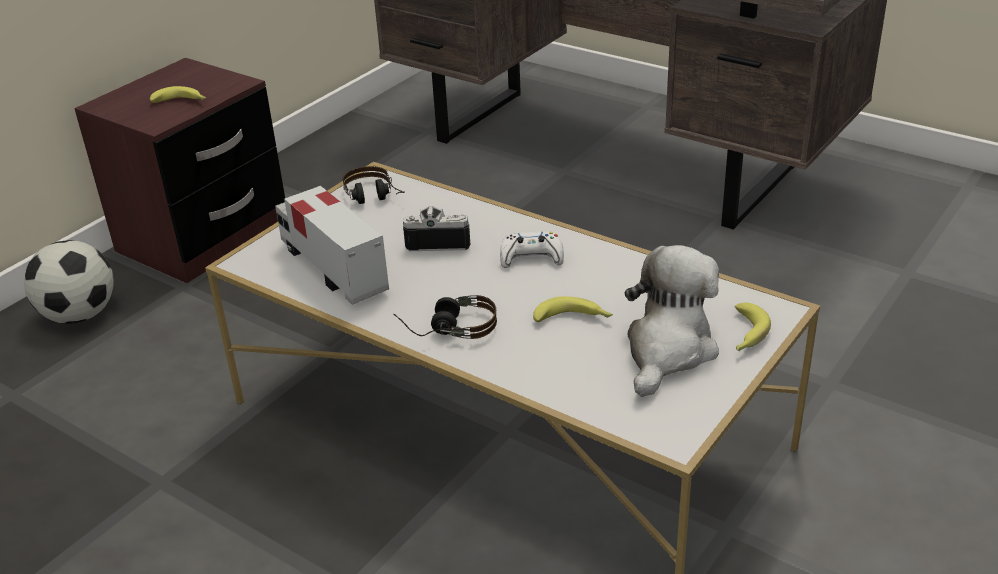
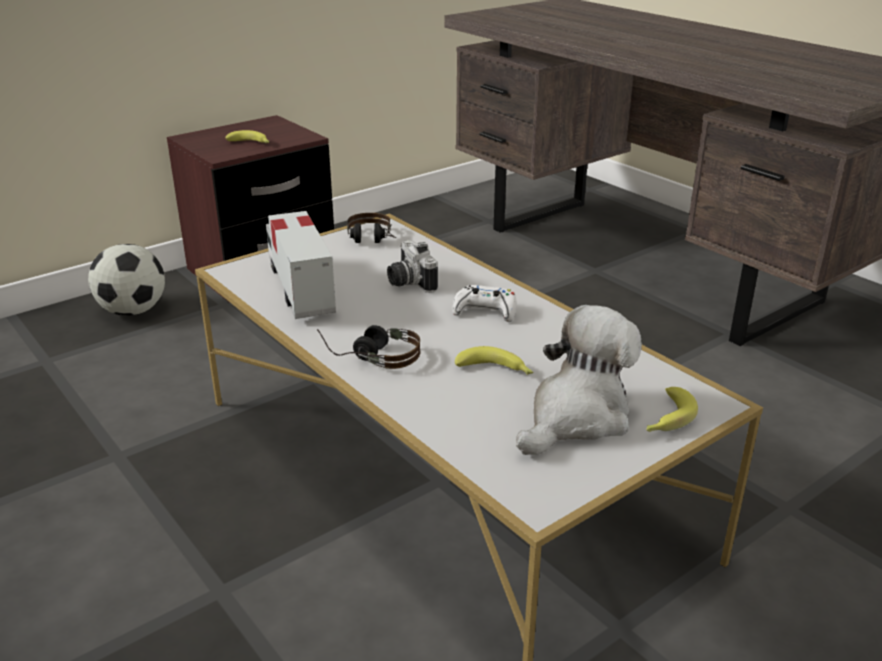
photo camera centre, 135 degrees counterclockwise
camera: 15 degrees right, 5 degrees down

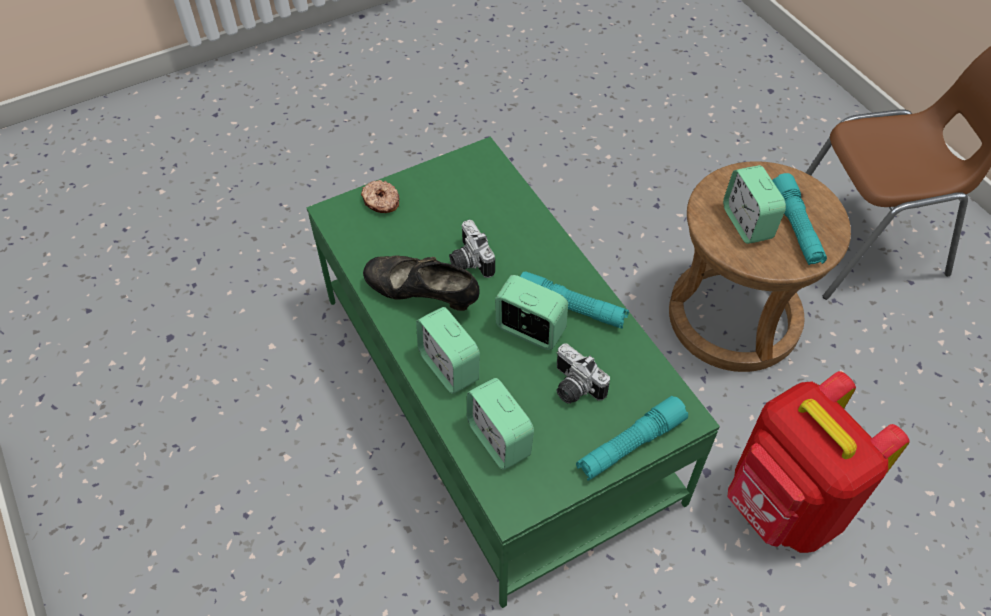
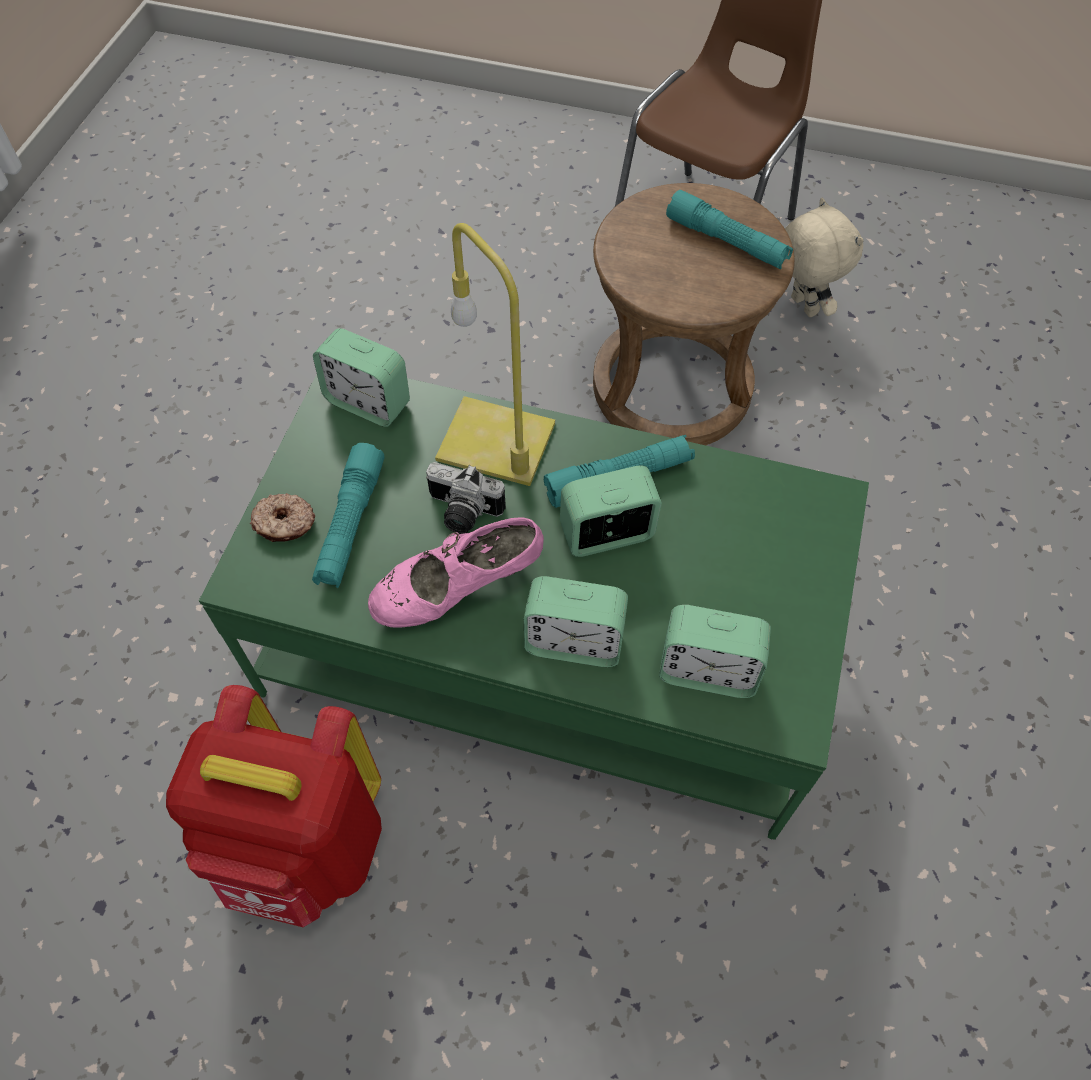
alarm clock (4th from left in the first image) top right → alarm clock (1st from left) middle left, moved
black shoe centre → pink shoe centre
photo camera (2nd from left) centre → -
red backpack bottom right → red backpack bottom left, moved
turquoise flashlight (2nd from left in the first image) bottom centre → turquoise flashlight (1st from left) middle left, moved
- → beige plush toy top right
- → yellow table lamp top centre
camera: 45 degrees left, 5 degrees up

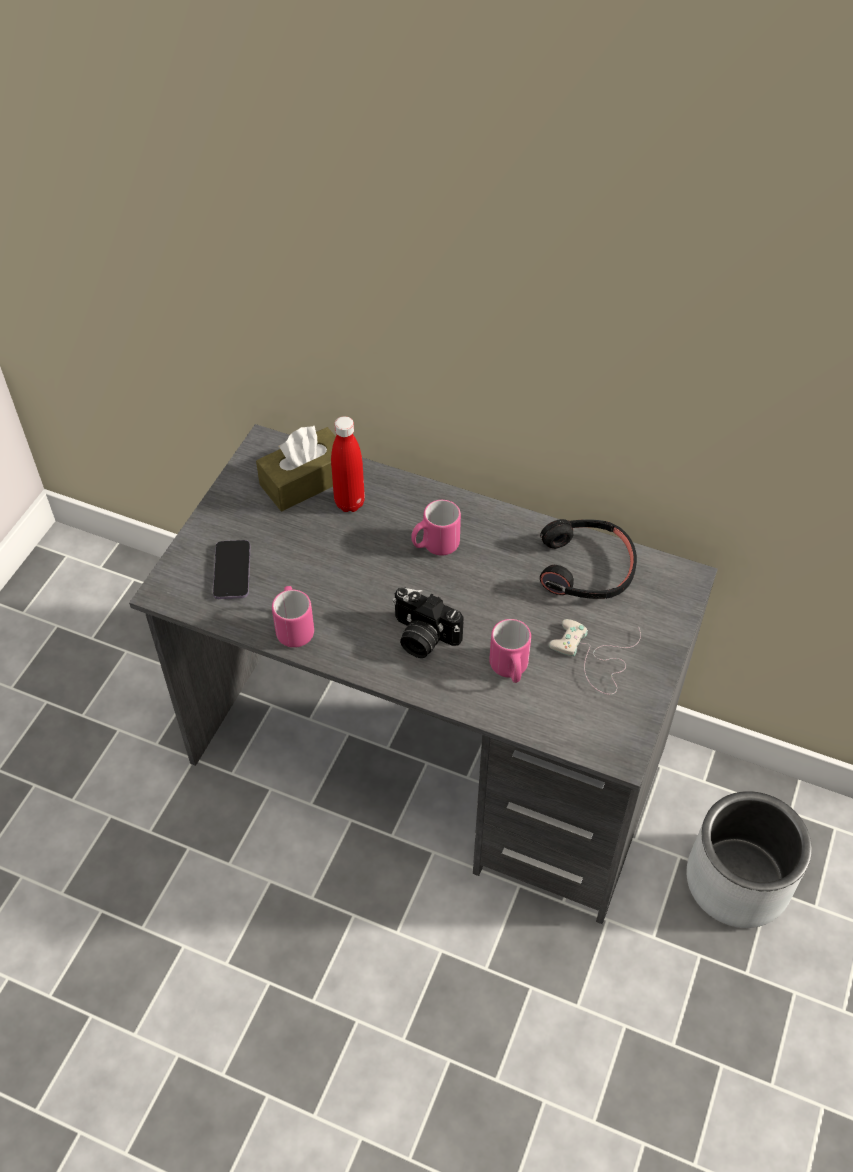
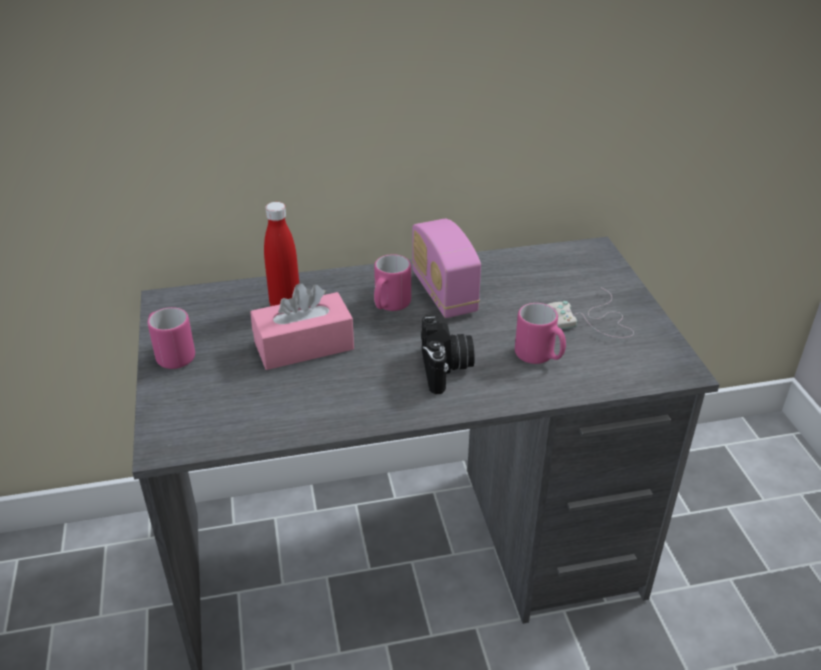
brown tissue box centre → -
black headphones middle right → -
phone middle left → -
pink mug (1st from left) centre → pink mug (1st from left) middle left, moved
photo camera centre, 90 degrees counterclockwise
grey planter bottom right → -
- → radio centre
- → pink tissue box centre
camera: 35 degrees left, 15 degrees down

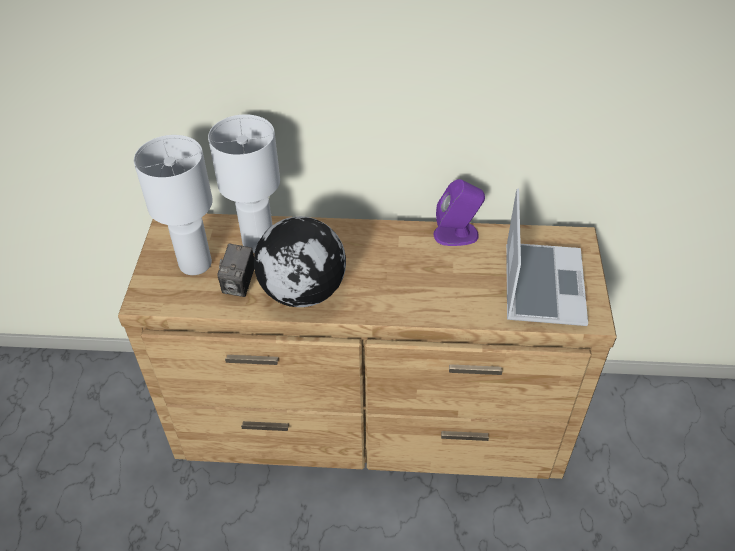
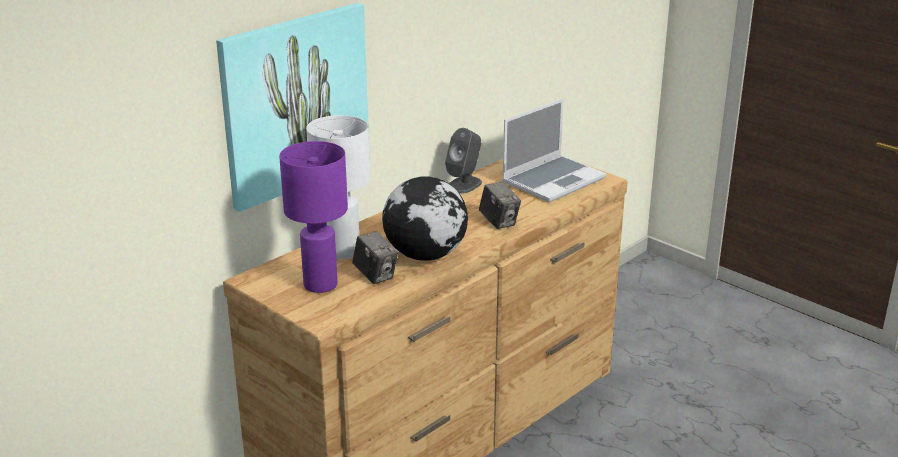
white table lamp (1st from left) middle left → purple table lamp centre
purple speaker centre → grey speaker centre
laptop middle right → laptop top centre, 90 degrees clockwise
- → picture top left
- → photo camera (2nd from left) centre
camera: 50 degrees left, 20 degrees down

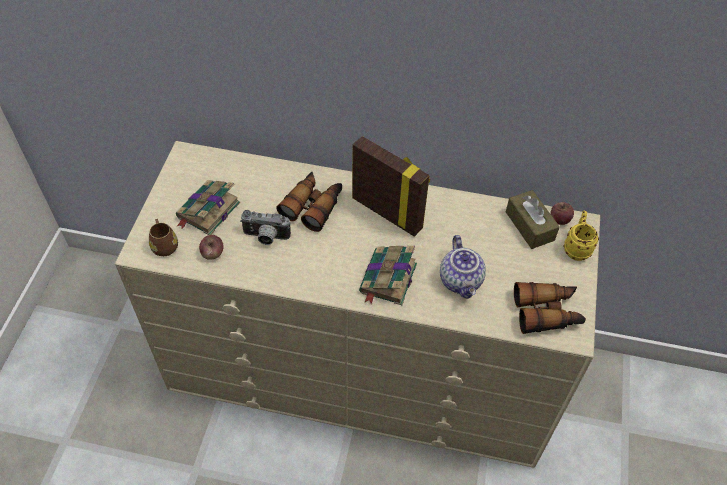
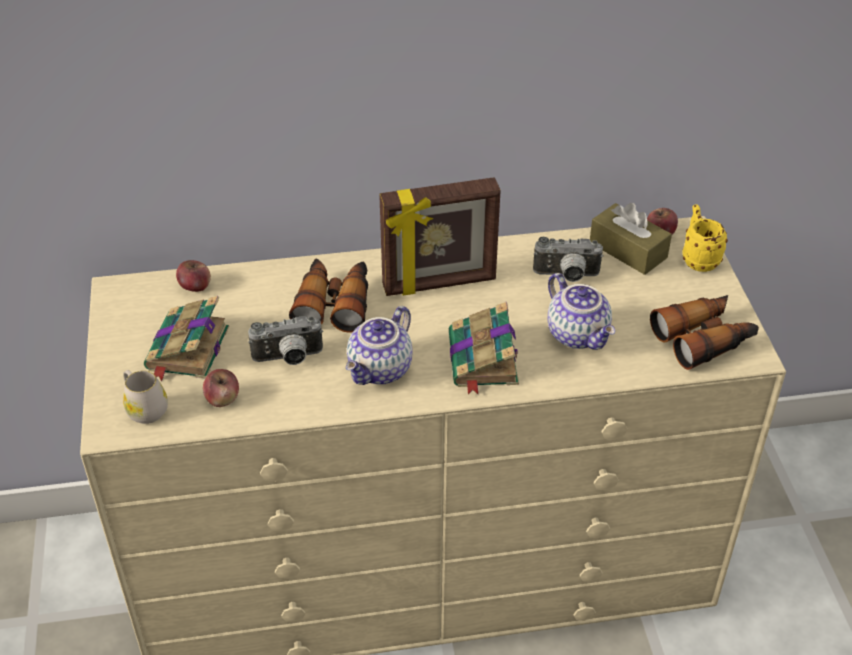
picture frame centre, 150 degrees clockwise
brown mug middle left → white mug middle left
- → photo camera (2nd from left) middle right
- → apple (1st from left) middle left
- → teapot (1st from left) centre
camera: 20 degrees left, 10 degrees down

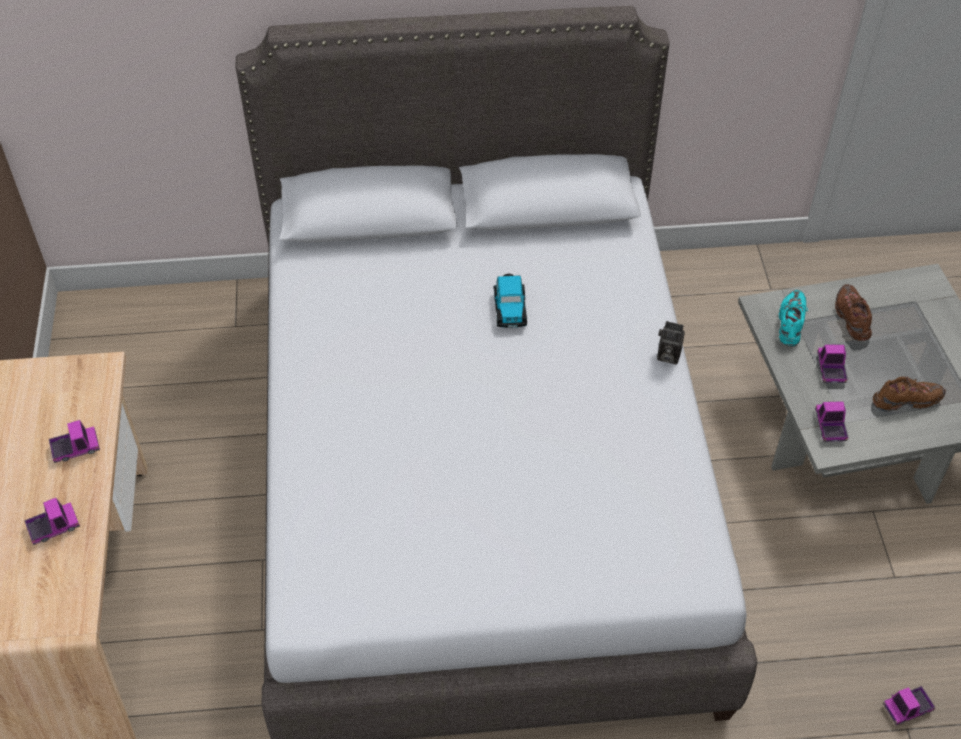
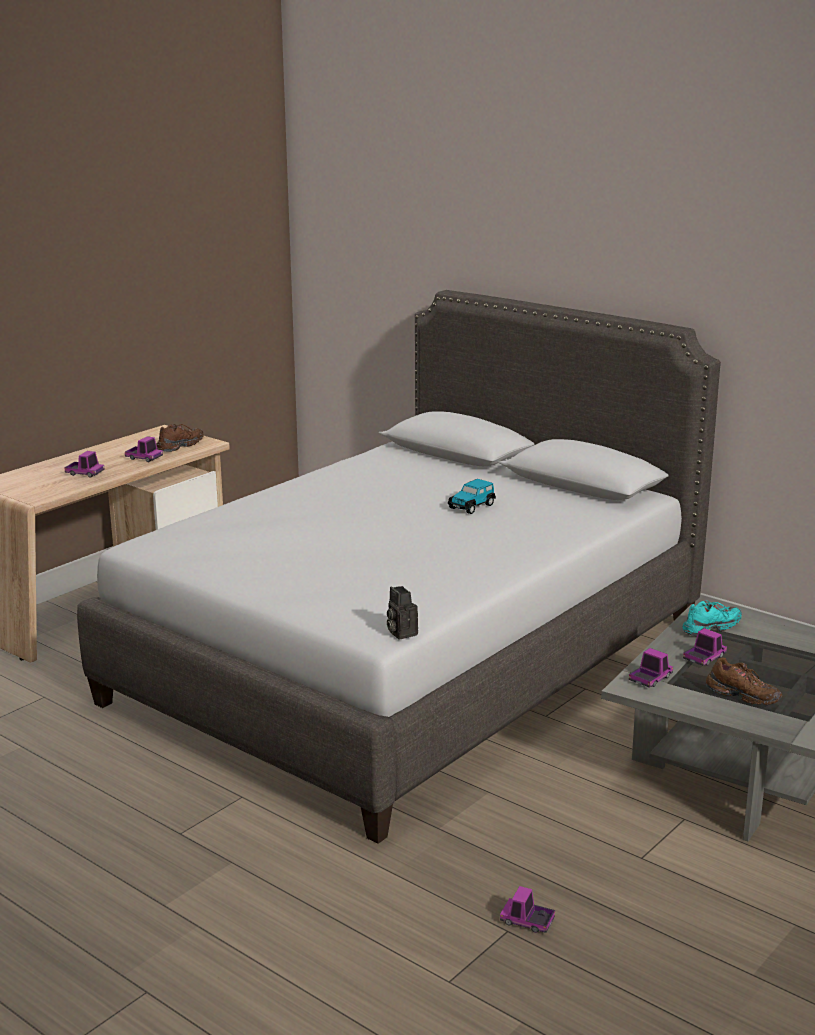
brown shoe (1st from left) middle right → brown shoe (1st from left) middle left, moved
photo camera middle right → photo camera centre, moved
camera: 45 degrees right, 30 degrees down

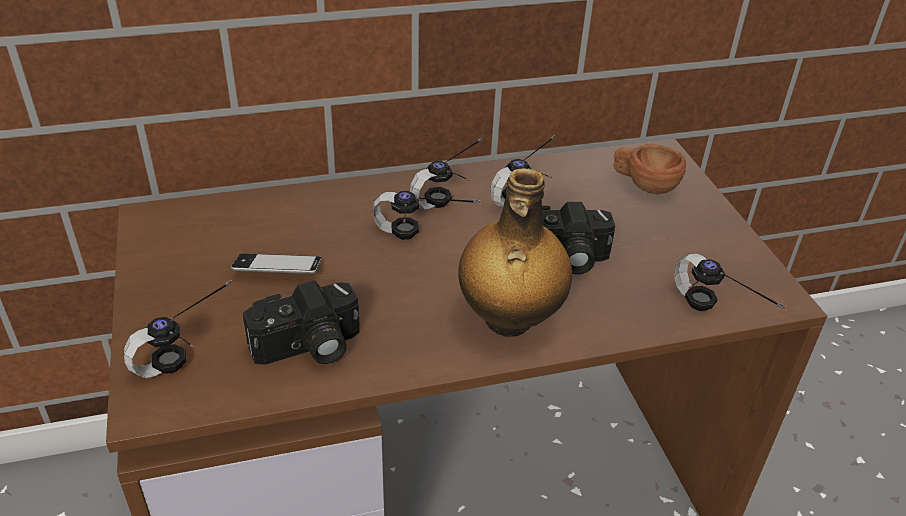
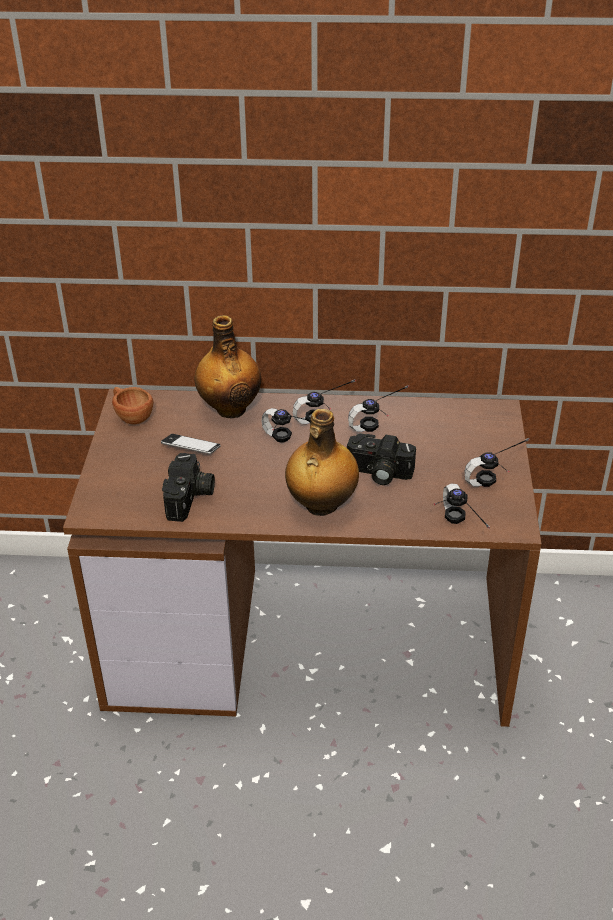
brown cup top right → brown cup middle left, moved
headphones (1st from left in the first image) middle left → headphones (5th from left) middle right, moved
photo camera (1st from left) middle left, 75 degrees counterclockwise
- → bottle (1st from left) centre
camera: 20 degrees right, 0 degrees up

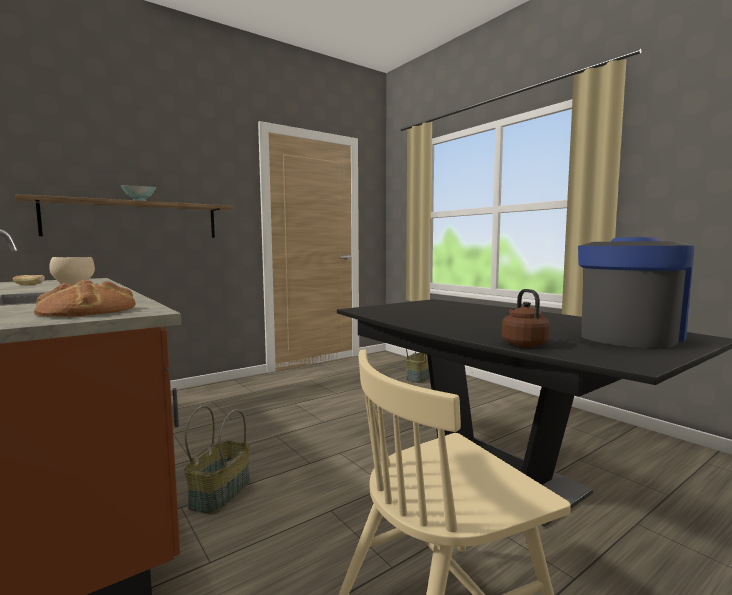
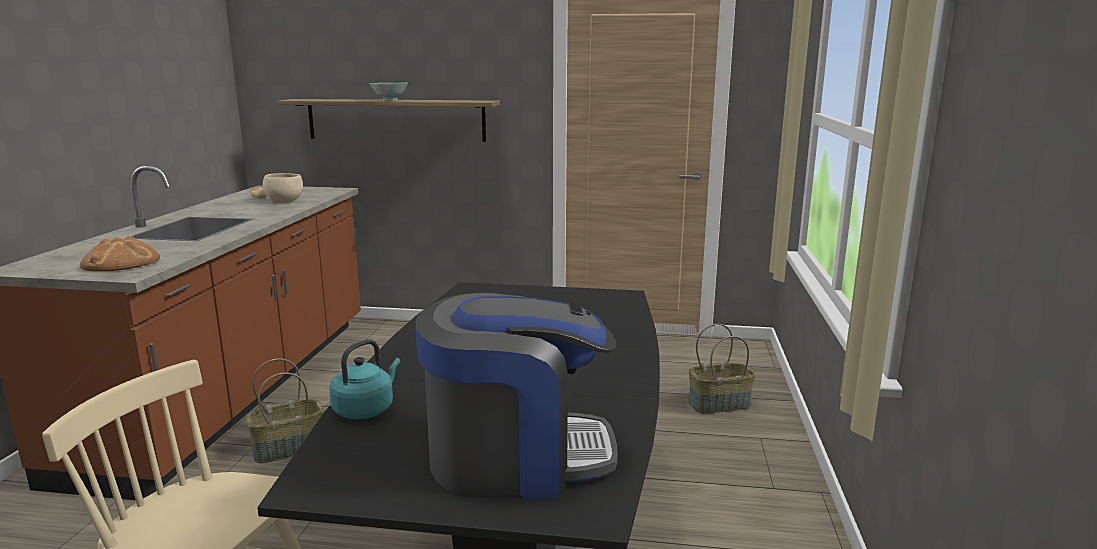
brown kettle middle right → turquoise kettle bottom left
camera: 45 degrees right, 10 degrees up

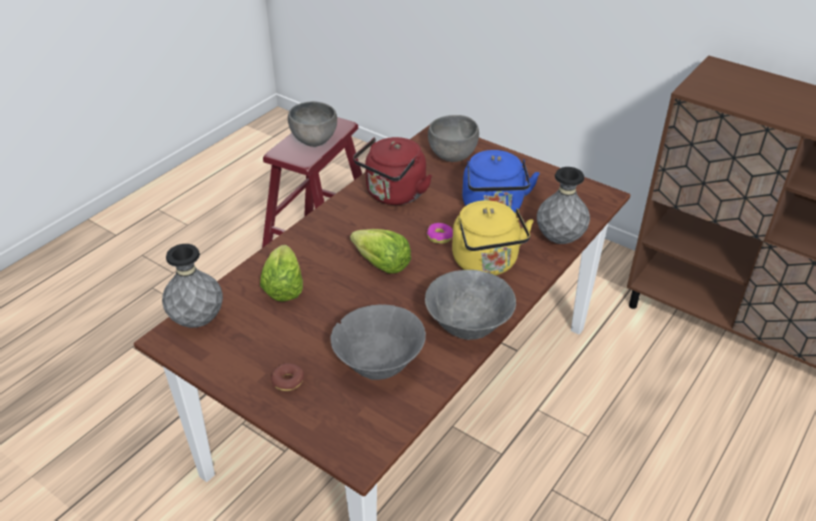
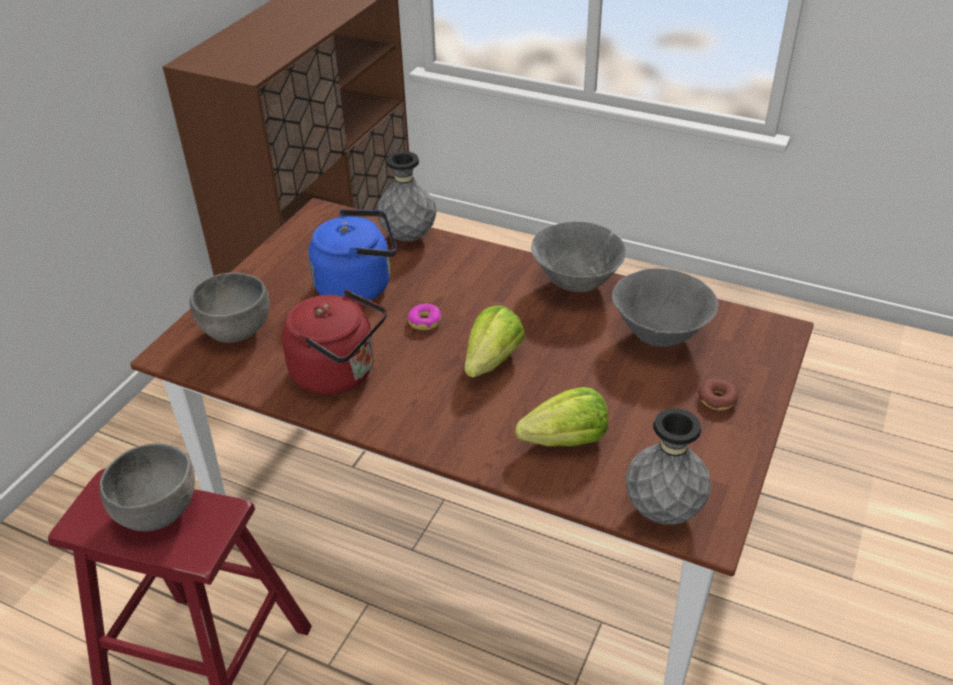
yellow kettle centre → -
camera: 100 degrees left, 0 degrees up

